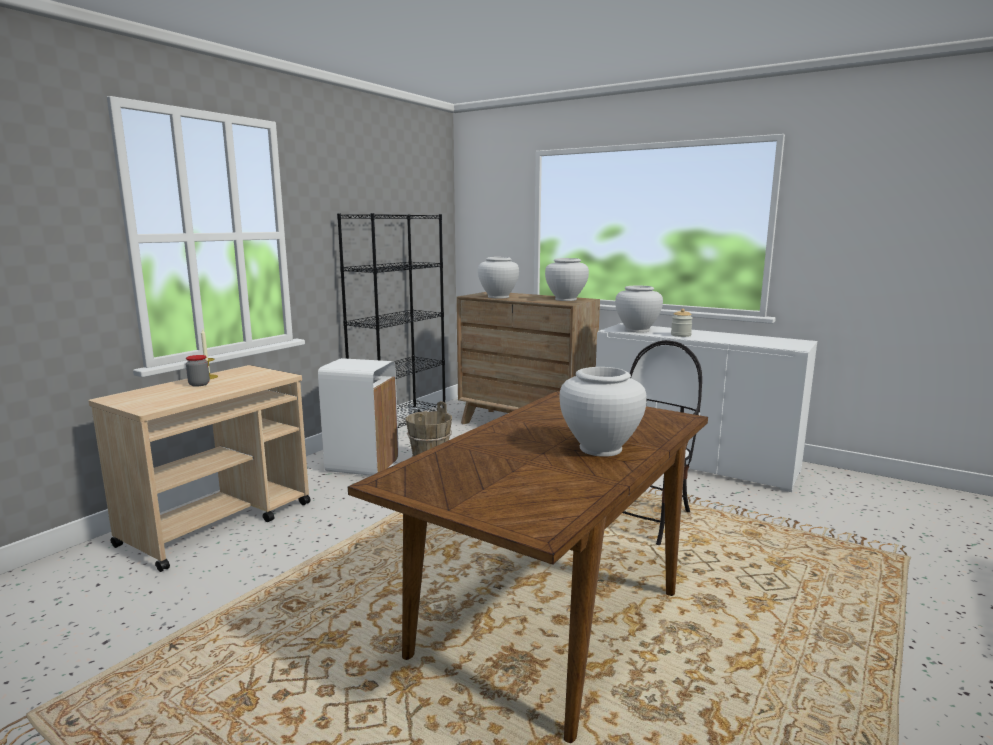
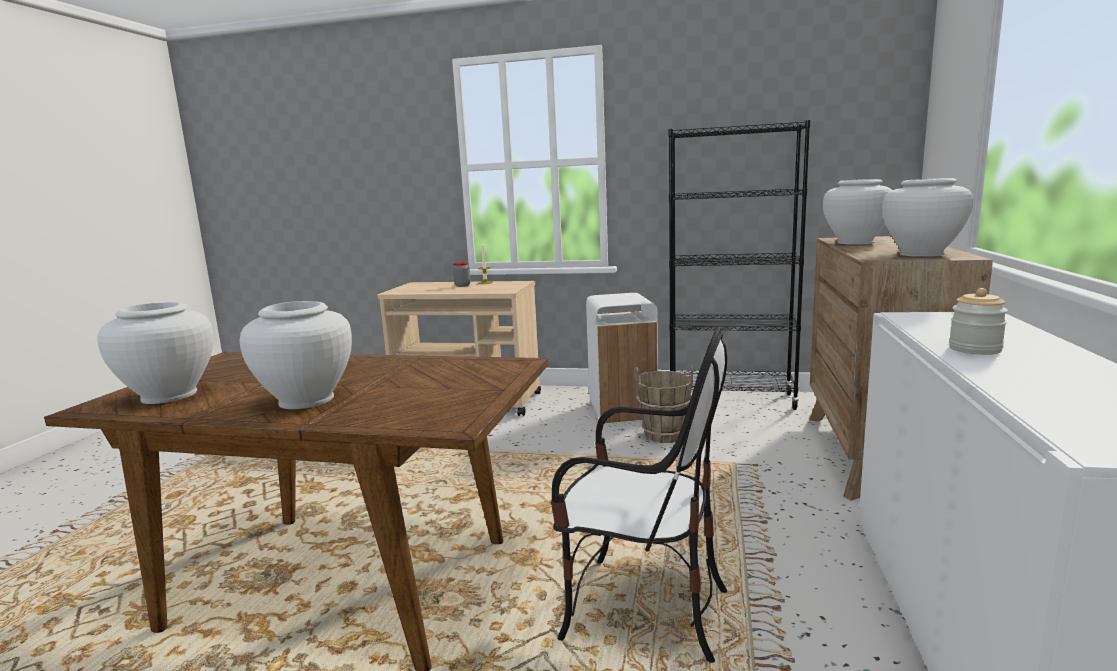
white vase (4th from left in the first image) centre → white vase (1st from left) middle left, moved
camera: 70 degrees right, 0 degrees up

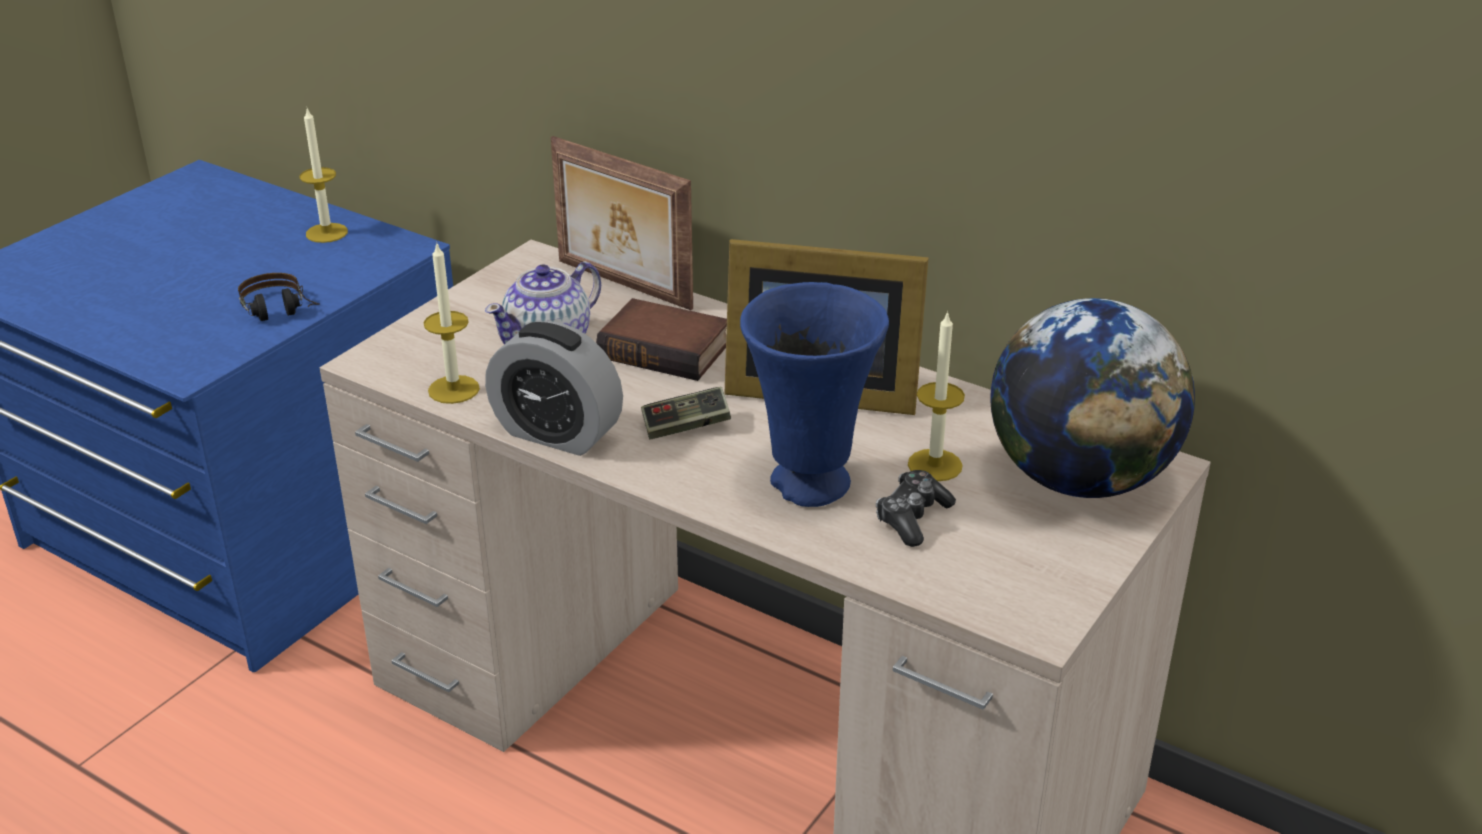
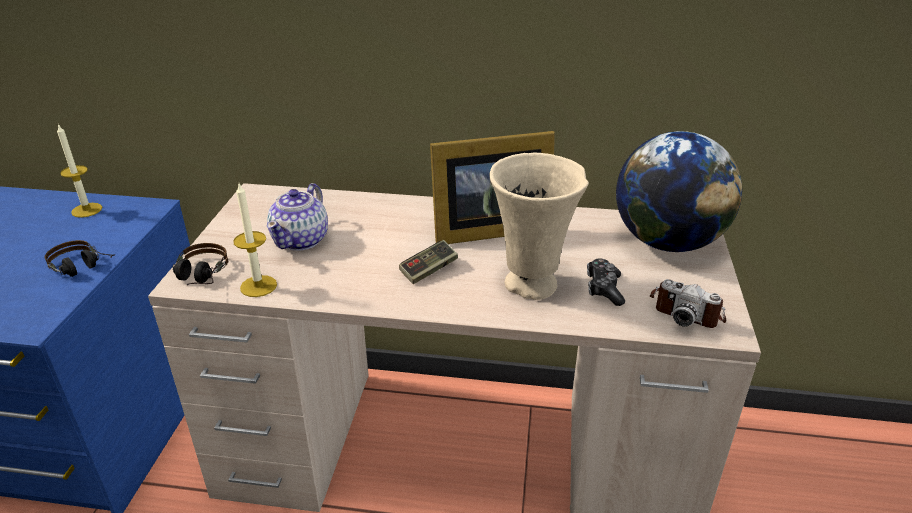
picture frame (1st from left) top centre → -
blue vase centre → beige vase centre
book centre → -
candle (3rd from left) centre → -
alarm clock centre → -
- → headphones (2nd from left) middle left
- → photo camera middle right
camera: 25 degrees left, 0 degrees up

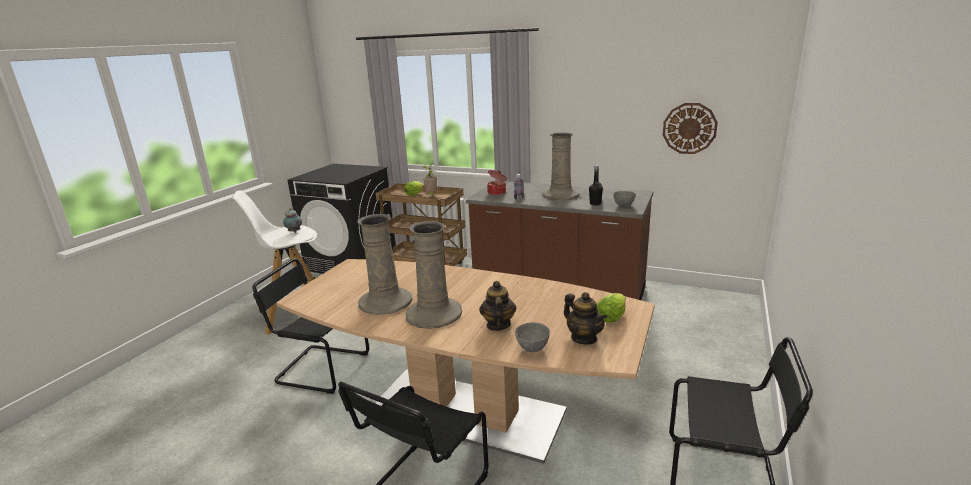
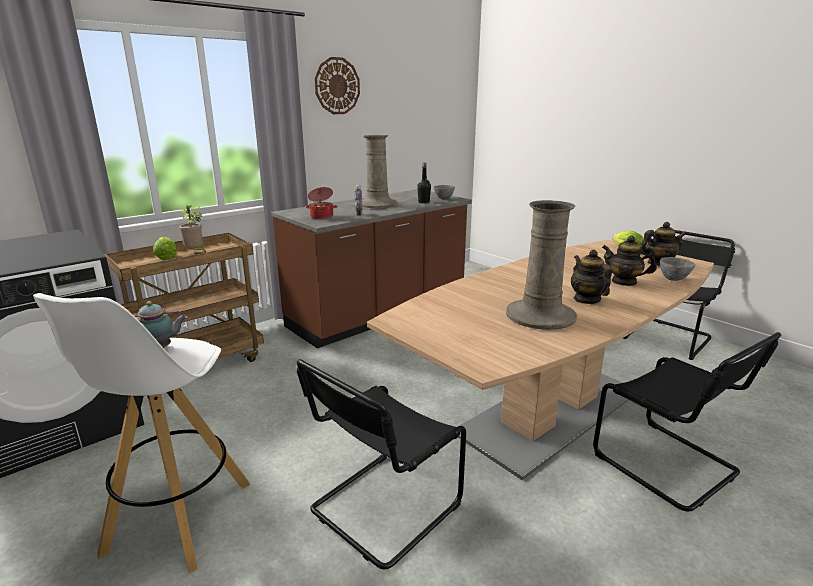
wall clock top right → wall clock top centre, moved
beige vase (2nd from left) centre → teapot (2nd from left) middle right
camera: 65 degrees left, 0 degrees up

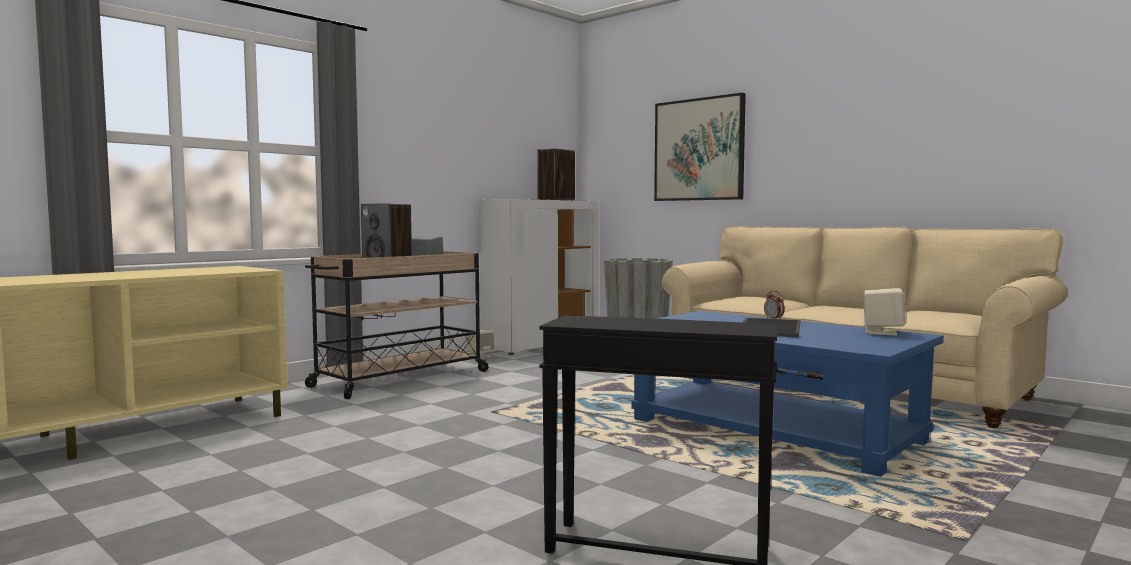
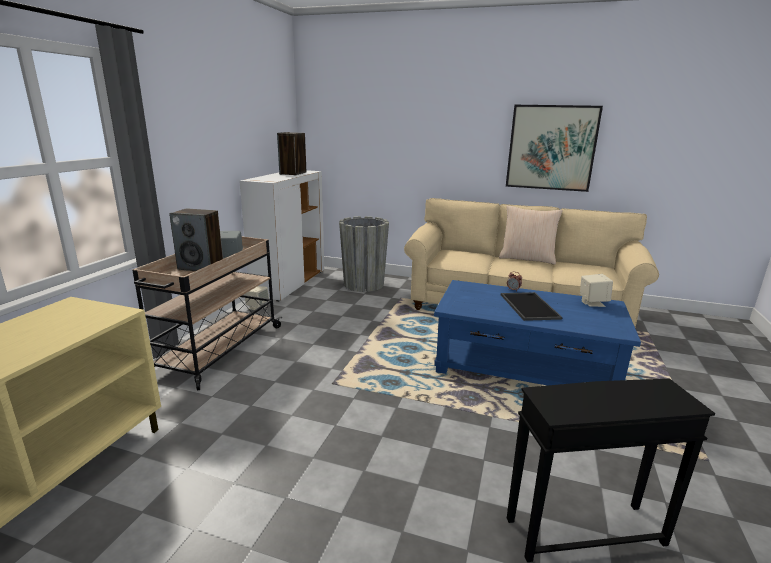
picture top centre → picture top right, moved
- → beige pillow middle right
camera: 25 degrees left, 15 degrees up

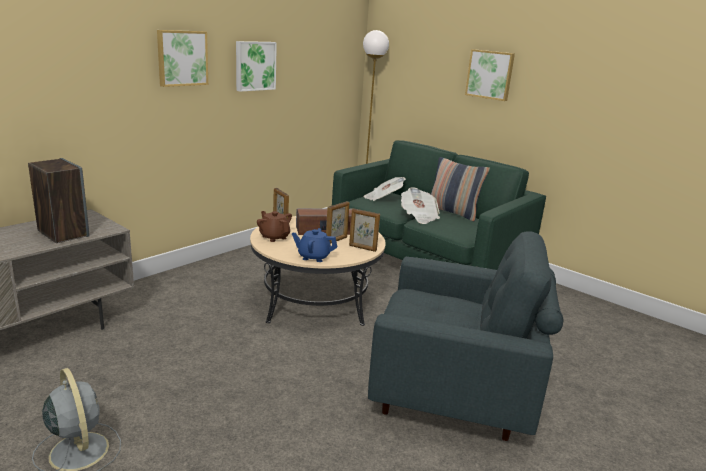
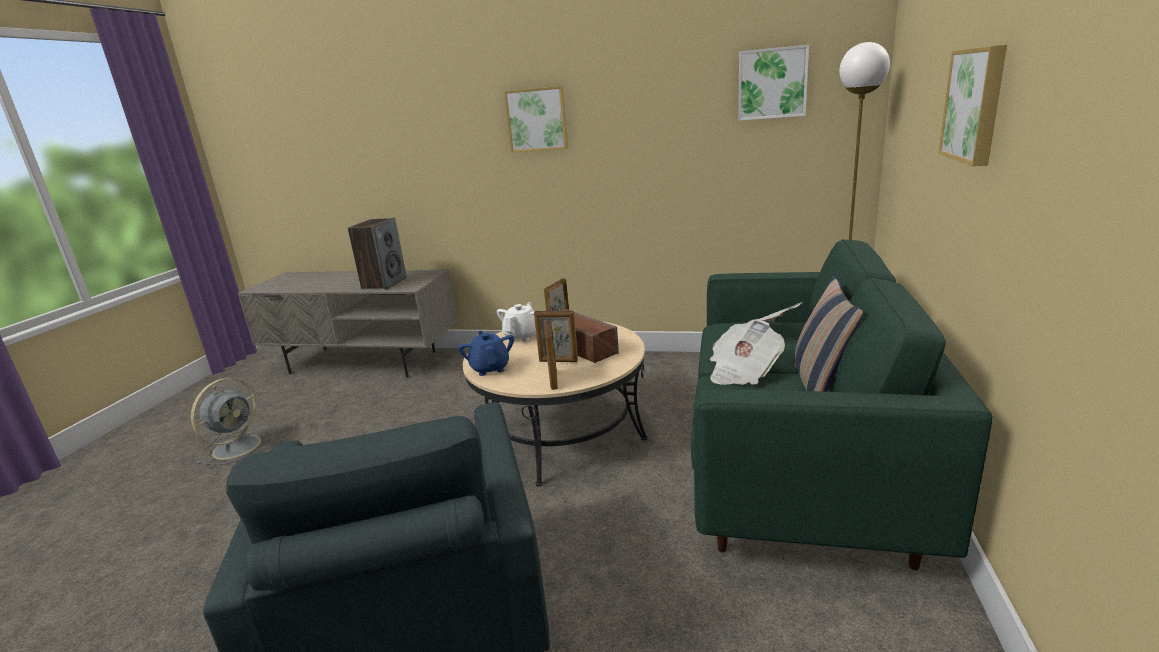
picture (2nd from left) top centre → picture (2nd from left) top right, moved
brown teapot centre → white teapot centre
camera: 65 degrees right, 0 degrees up

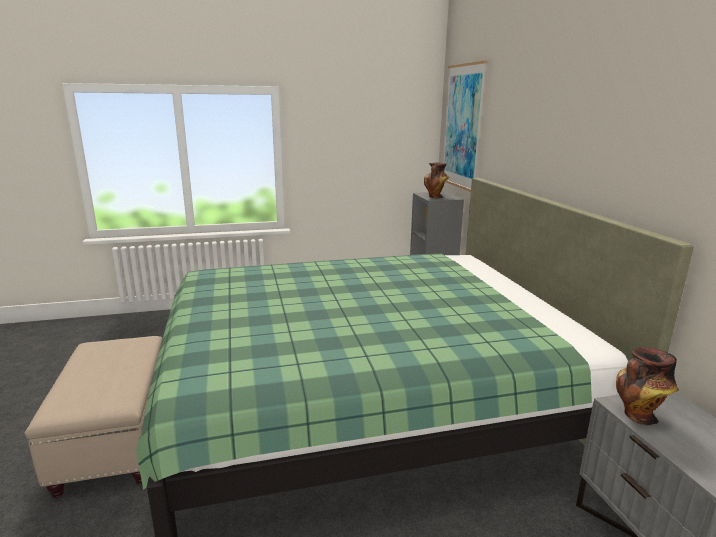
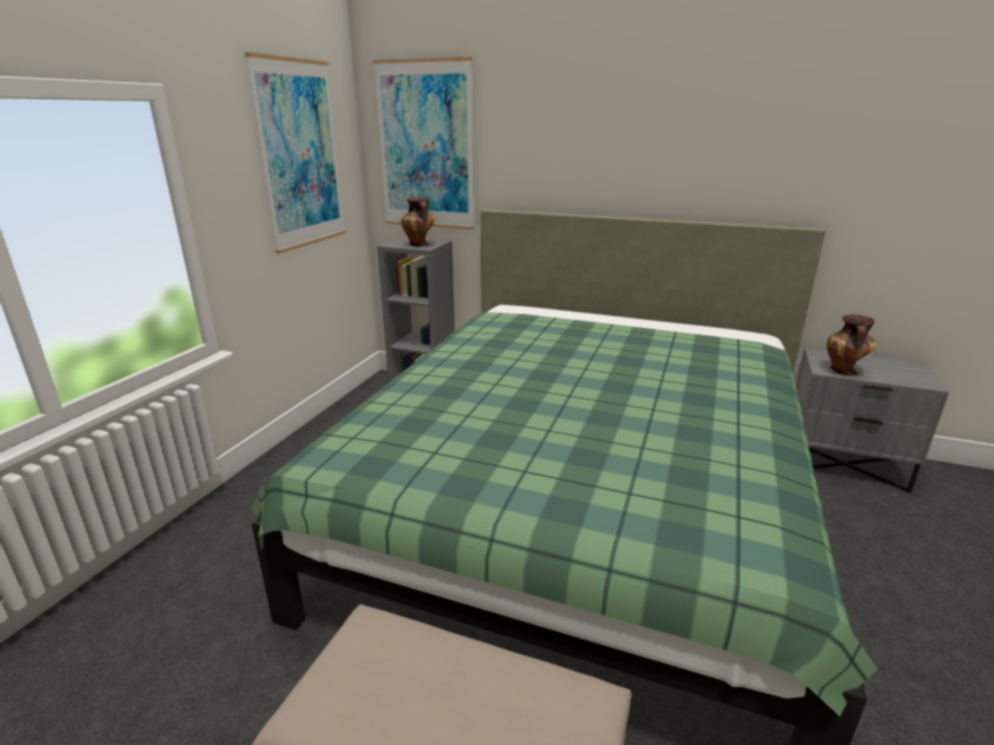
- → picture (1st from left) top left
camera: 55 degrees left, 5 degrees up

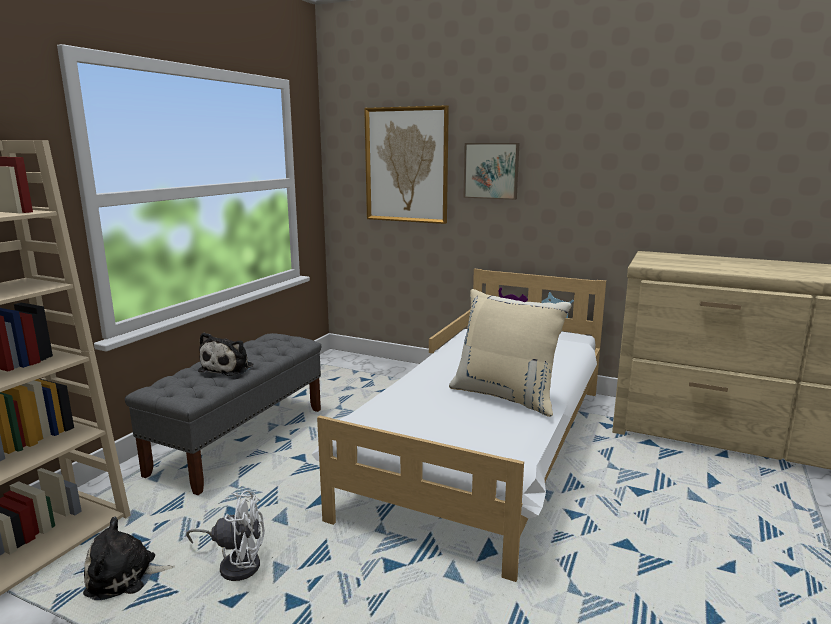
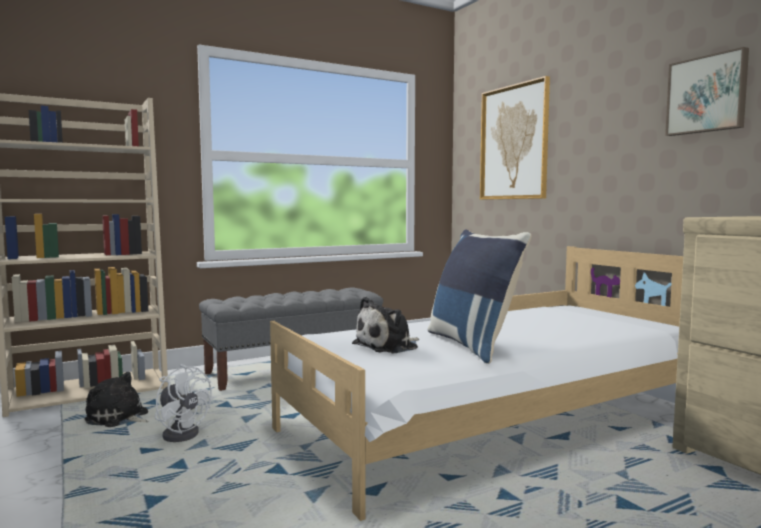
picture (2nd from left) top centre → picture (2nd from left) top right, moved
beige pillow centre → blue pillow centre
plush toy (2nd from left) middle left → plush toy (2nd from left) centre, moved
camera: 35 degrees right, 10 degrees down

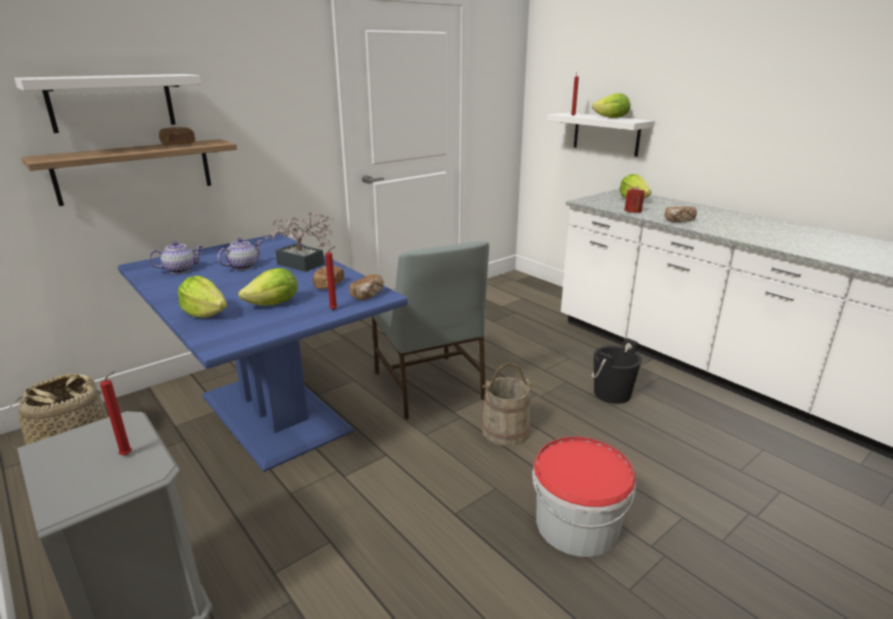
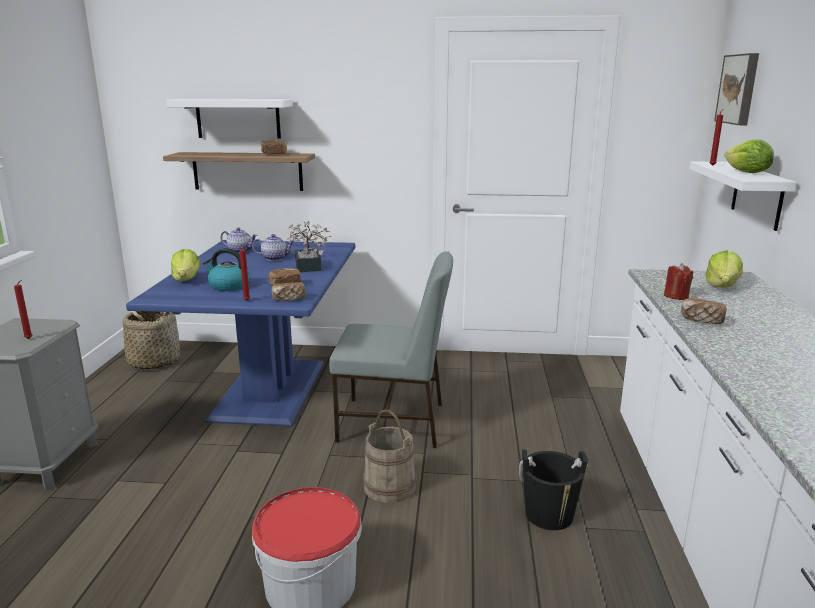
grey chair centre, 105 degrees counterclockwise
lettuce (2nd from left) middle left → kettle middle left
- → picture top right
camera: 45 degrees right, 5 degrees down

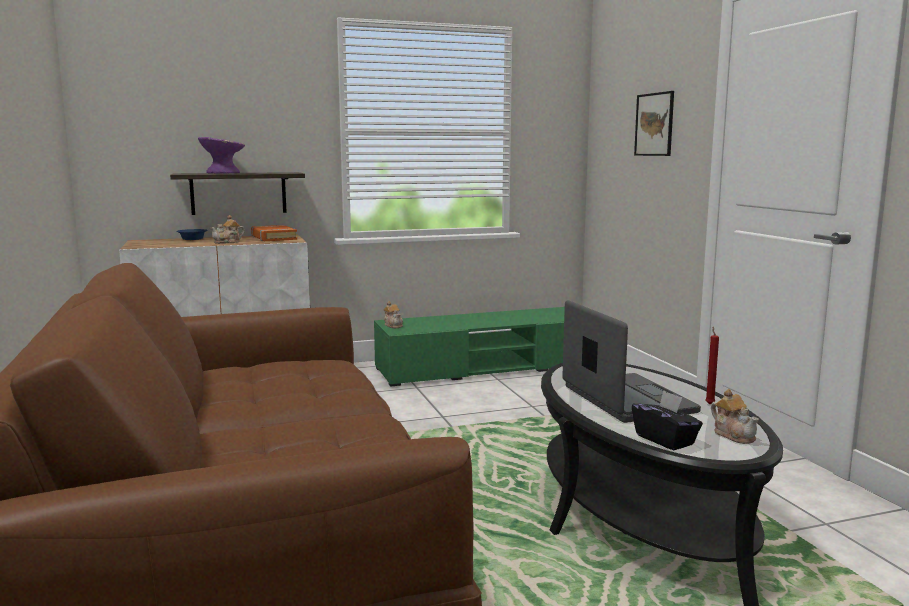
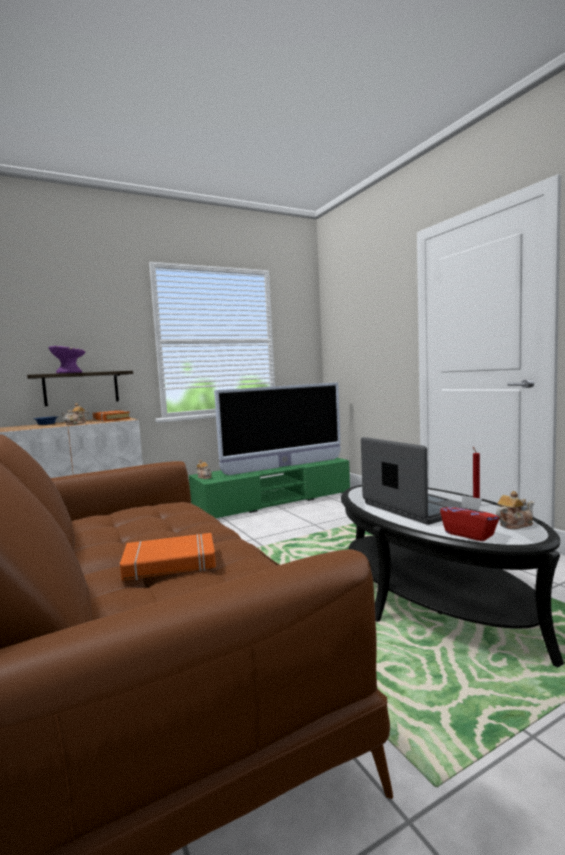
picture top right → -
teapot (3rd from left) bottom right → teapot (3rd from left) middle right, 75 degrees counterclockwise
black tissue box bottom right → red tissue box middle right
- → television centre
- → orange book (2nd from left) middle left
camera: 10 degrees left, 5 degrees down

